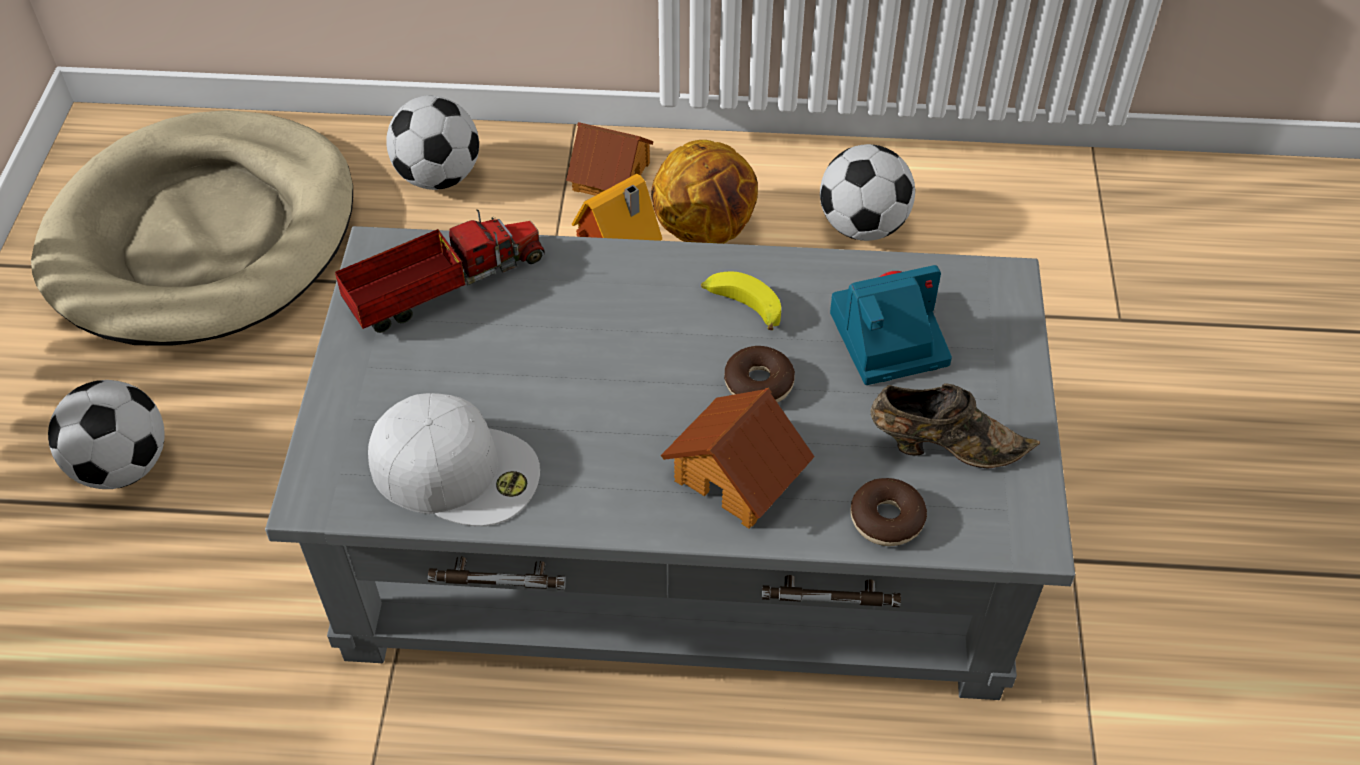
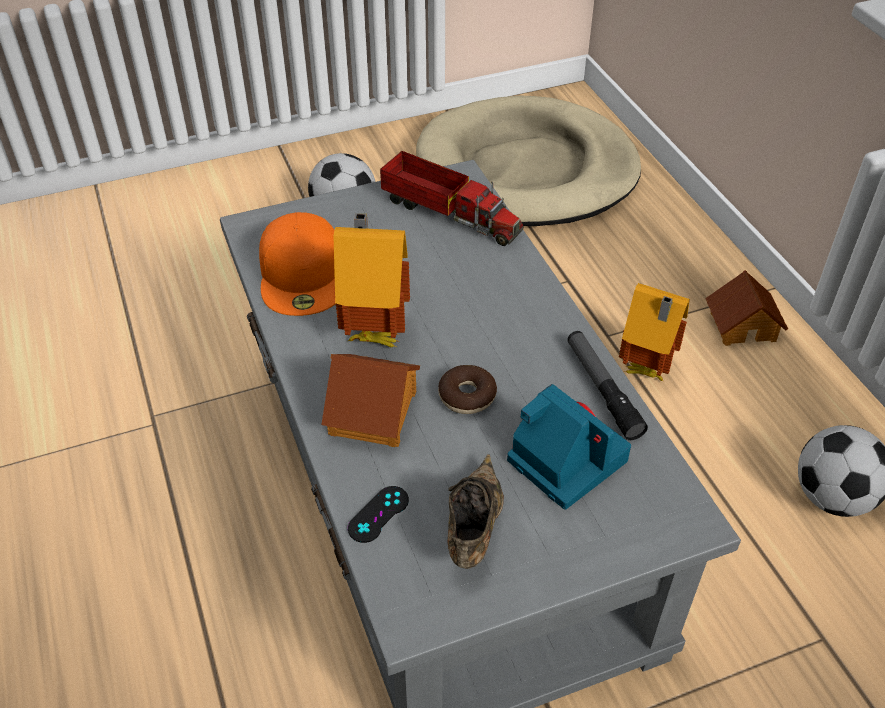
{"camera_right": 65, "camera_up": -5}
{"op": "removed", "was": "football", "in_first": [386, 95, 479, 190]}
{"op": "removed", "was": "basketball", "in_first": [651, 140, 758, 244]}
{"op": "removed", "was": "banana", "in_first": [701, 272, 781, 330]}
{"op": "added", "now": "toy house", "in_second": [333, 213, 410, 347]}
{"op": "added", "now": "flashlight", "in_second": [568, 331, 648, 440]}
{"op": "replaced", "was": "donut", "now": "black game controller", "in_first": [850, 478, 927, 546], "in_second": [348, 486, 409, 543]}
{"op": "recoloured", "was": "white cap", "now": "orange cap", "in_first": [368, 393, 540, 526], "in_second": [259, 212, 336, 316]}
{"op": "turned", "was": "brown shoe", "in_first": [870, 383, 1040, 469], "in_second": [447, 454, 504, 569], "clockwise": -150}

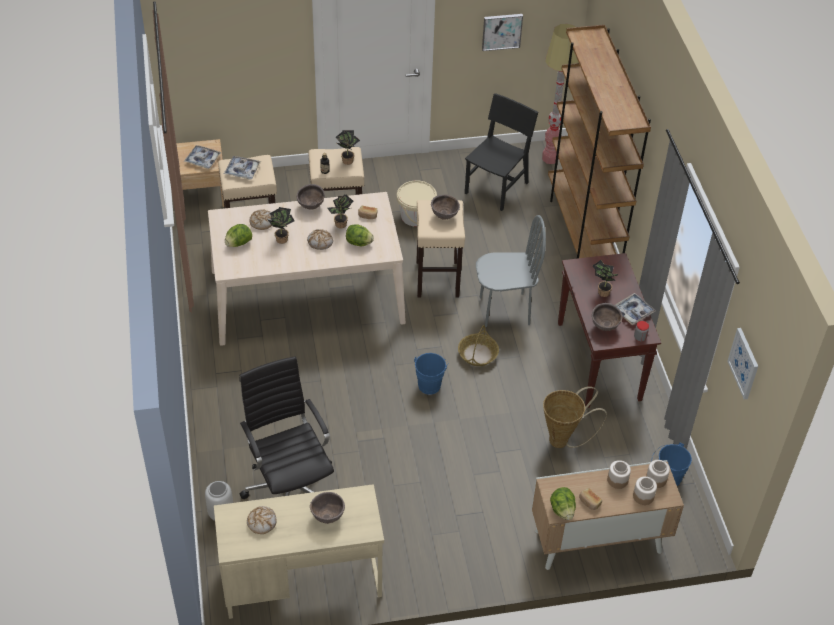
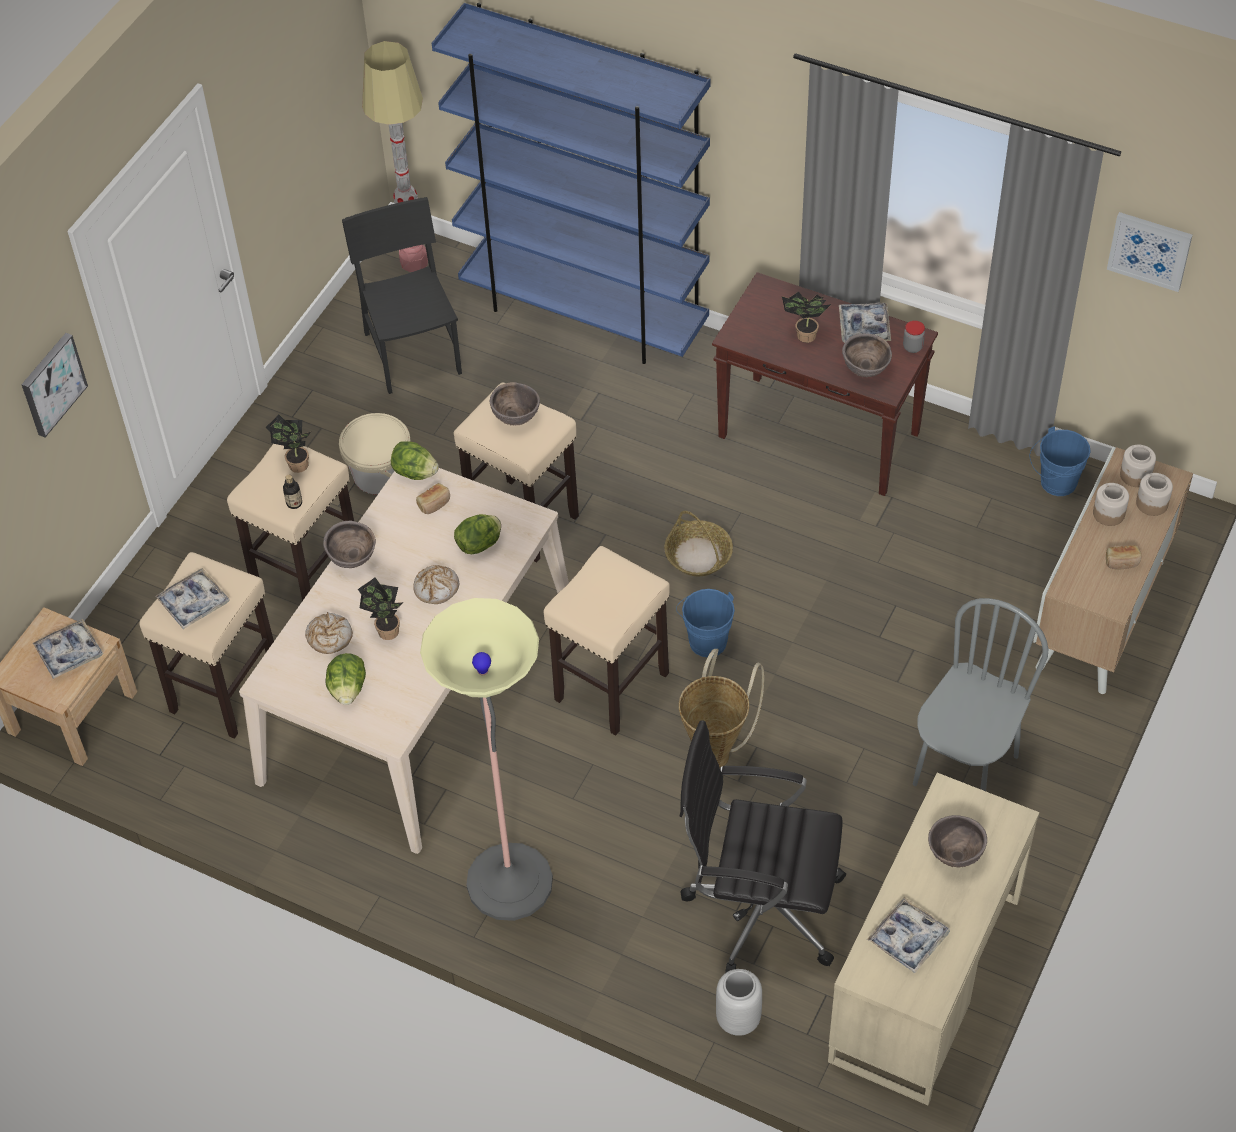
{"camera_right": -50, "camera_up": 5}
{"op": "removed", "was": "potted plant", "in_first": [327, 194, 353, 228]}
{"op": "added", "now": "floor lamp", "in_second": [420, 598, 553, 921]}
{"op": "added", "now": "beige stool", "in_second": [544, 546, 670, 736]}
{"op": "moved", "was": "grey chair", "in_first": [476, 215, 546, 327], "in_second": [913, 598, 1048, 791]}
{"op": "moved", "was": "picture", "in_first": [482, 14, 523, 51], "in_second": [21, 333, 88, 437]}
{"op": "moved", "was": "basket", "in_first": [543, 386, 607, 448], "in_second": [679, 649, 764, 767]}
{"op": "moved", "was": "lettuce", "in_first": [550, 487, 576, 520], "in_second": [391, 441, 439, 480]}
{"op": "replaced", "was": "bread", "now": "tray", "in_first": [247, 506, 276, 534], "in_second": [867, 897, 950, 973]}
{"op": "recoloured", "was": "brown bookcase", "now": "blue bookcase", "in_first": [548, 25, 651, 258], "in_second": [432, 3, 710, 364]}

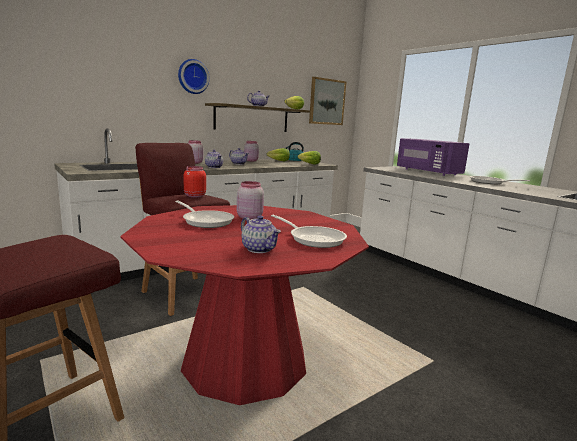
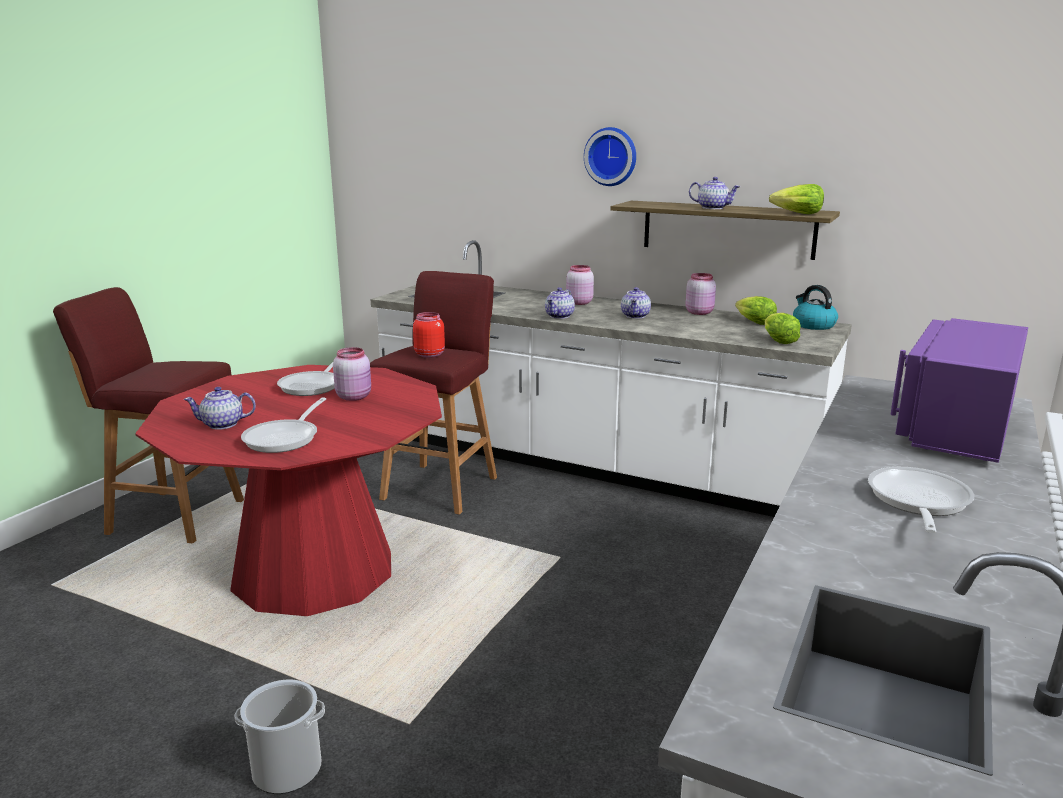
{"camera_right": 65, "camera_up": 5}
{"op": "removed", "was": "picture", "in_first": [309, 77, 346, 125]}
{"op": "added", "now": "bucket", "in_second": [235, 680, 325, 794]}
{"op": "turned", "was": "teapot", "in_first": [241, 215, 281, 253], "in_second": [184, 387, 256, 430], "clockwise": 60}

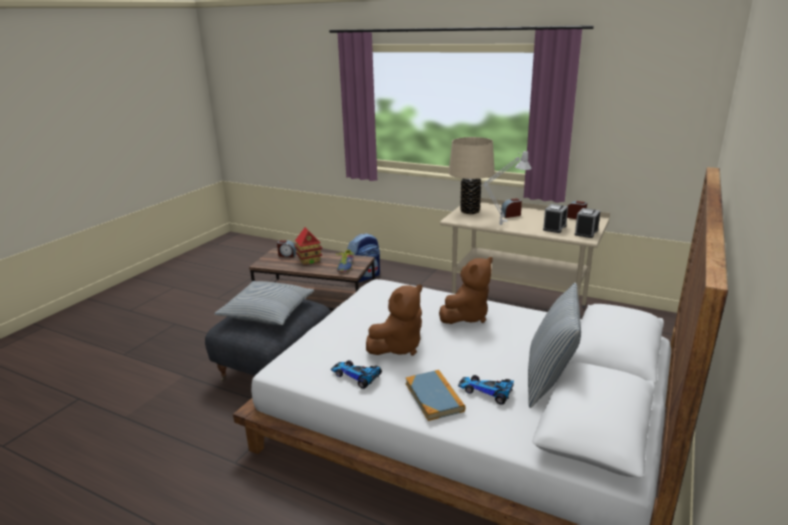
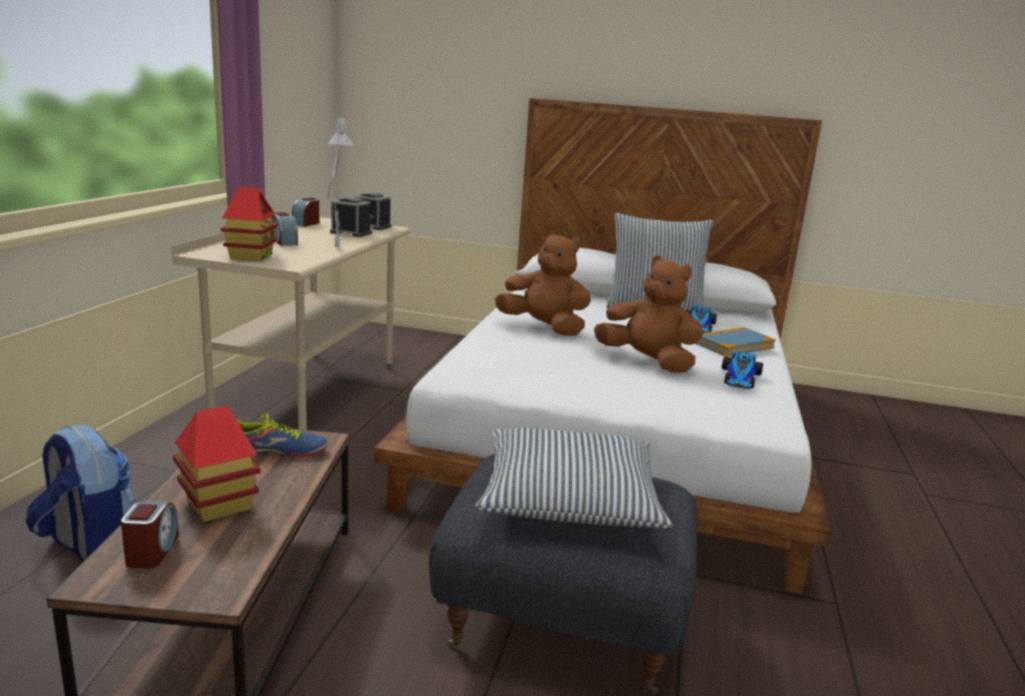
{"camera_right": -105, "camera_up": -5}
{"op": "replaced", "was": "beige table lamp", "now": "toy house", "in_first": [449, 137, 495, 214], "in_second": [221, 186, 278, 261]}

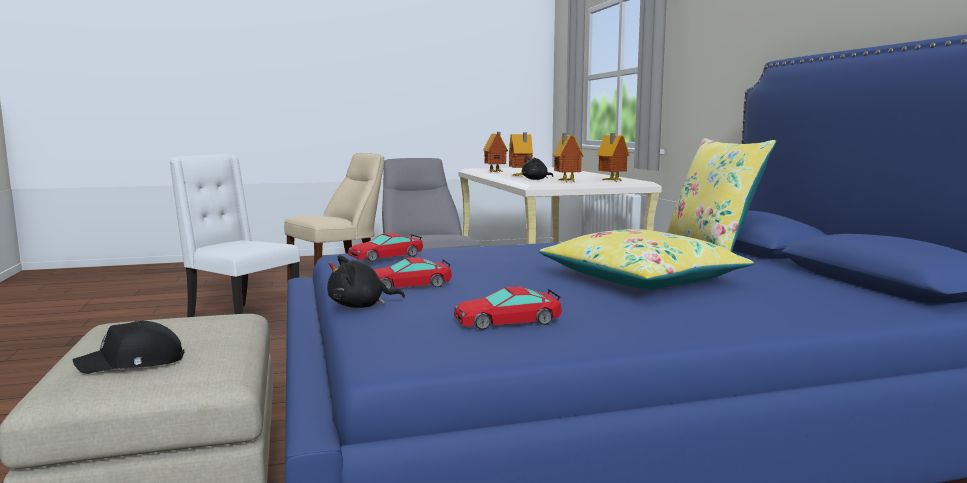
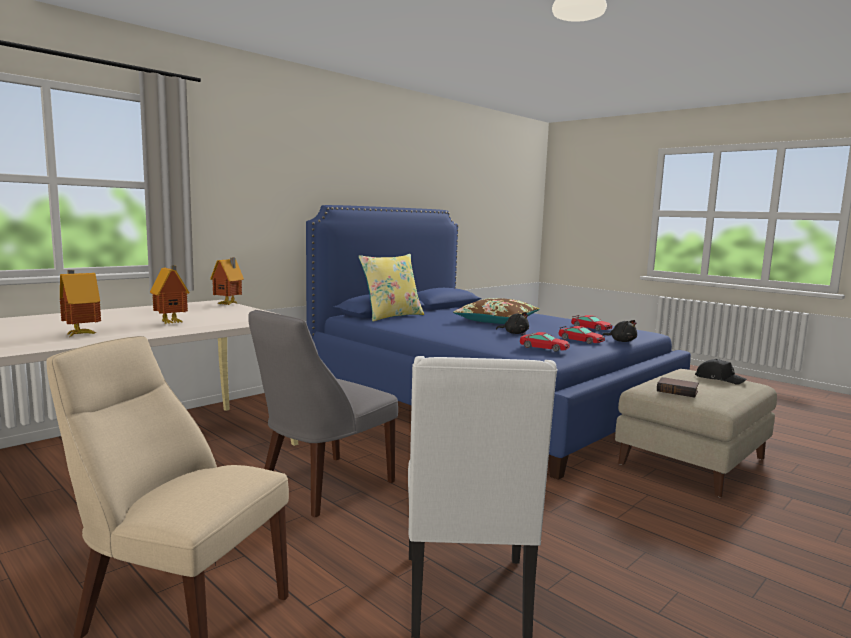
{"camera_right": -120, "camera_up": 0}
{"op": "removed", "was": "toy house", "in_first": [553, 133, 584, 182]}
{"op": "added", "now": "book", "in_second": [657, 377, 699, 398]}
{"op": "moved", "was": "black plush toy", "in_first": [522, 156, 553, 180], "in_second": [496, 312, 529, 334]}
{"op": "recoloured", "was": "yellow pillow", "now": "brown pillow", "in_first": [539, 229, 754, 290], "in_second": [453, 298, 539, 324]}

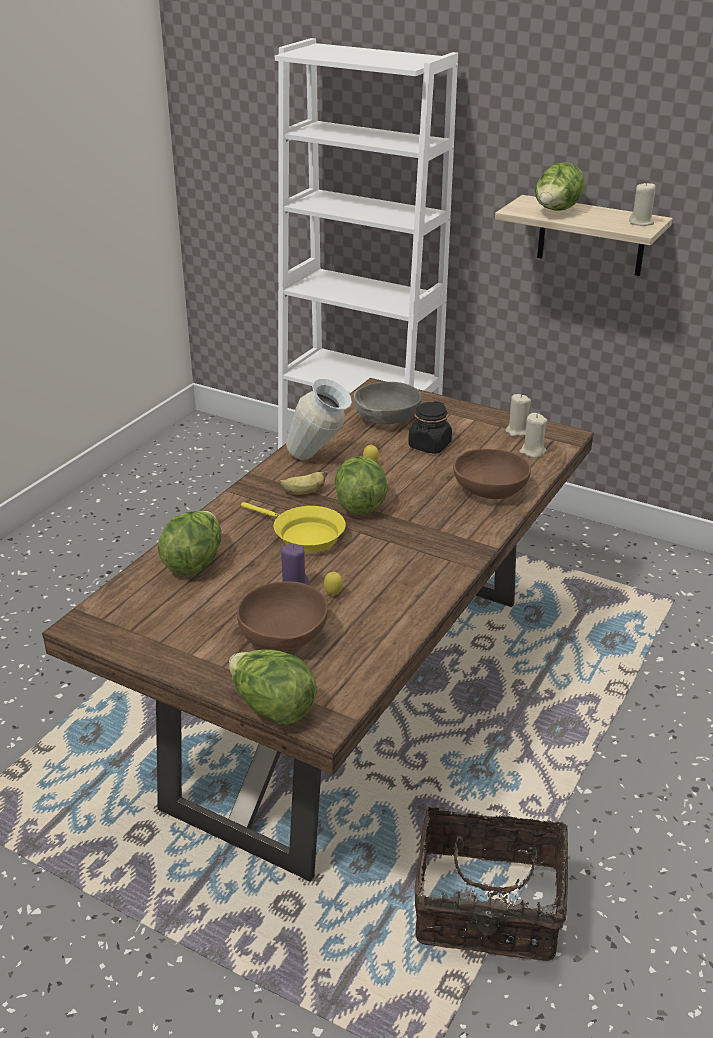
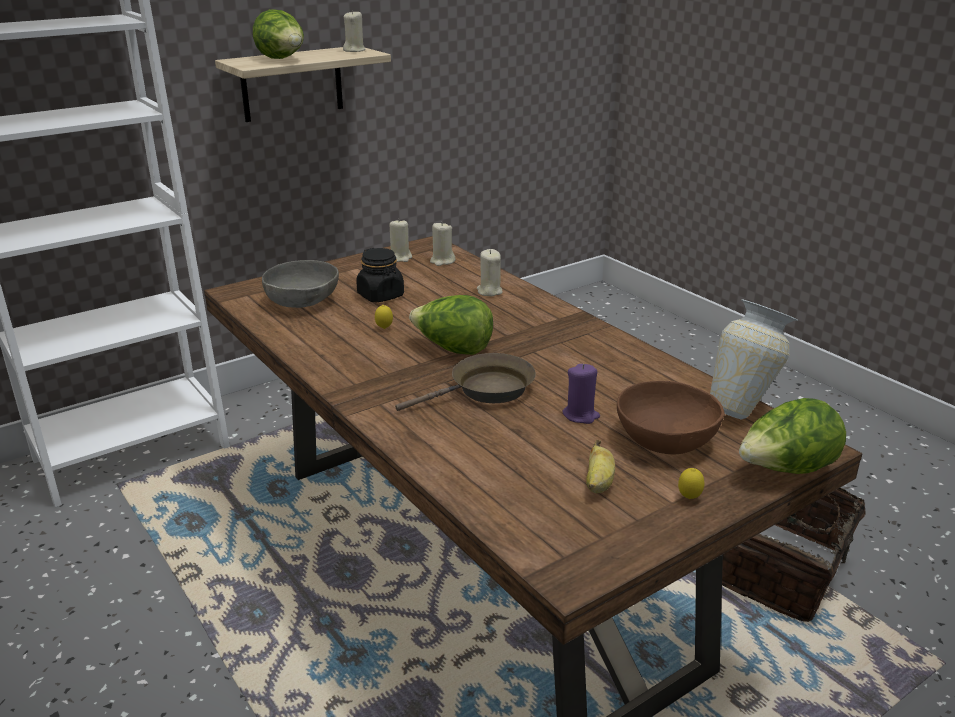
{"camera_right": -65, "camera_up": -5}
{"op": "removed", "was": "lettuce", "in_first": [157, 511, 222, 575]}
{"op": "moved", "was": "banana", "in_first": [280, 471, 327, 495], "in_second": [586, 440, 615, 493]}
{"op": "moved", "was": "vase", "in_first": [286, 379, 352, 460], "in_second": [710, 299, 798, 420]}
{"op": "moved", "was": "lemon", "in_first": [324, 572, 343, 595], "in_second": [678, 468, 704, 499]}
{"op": "replaced", "was": "brown bowl", "now": "beige candle", "in_first": [453, 449, 531, 499], "in_second": [477, 249, 503, 296]}
{"op": "recoloured", "was": "yellow frying pan", "now": "brown frying pan", "in_first": [241, 502, 346, 553], "in_second": [395, 353, 536, 411]}

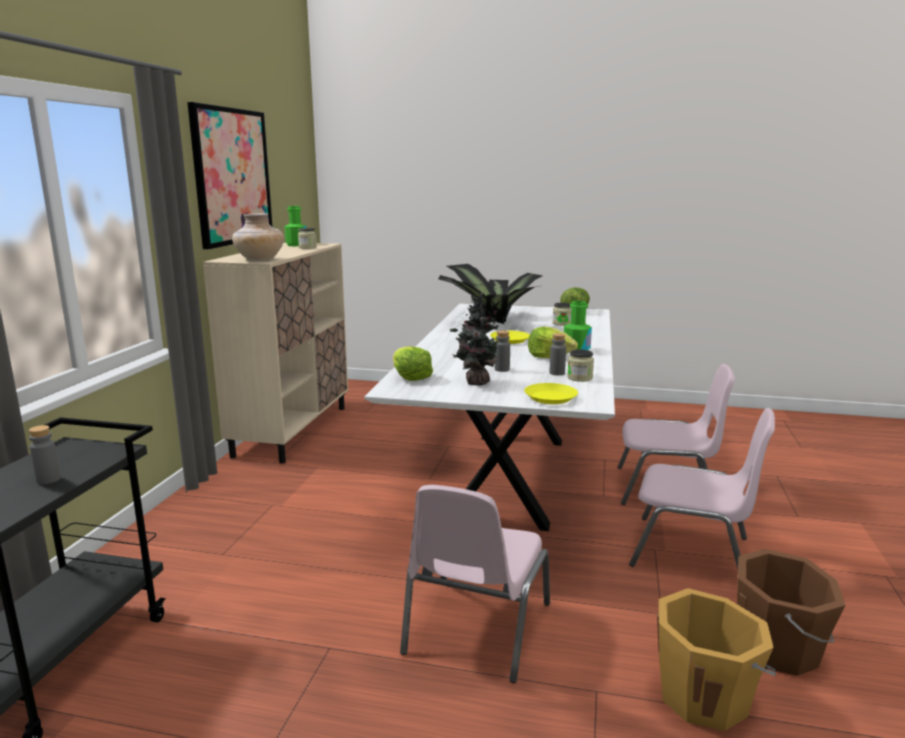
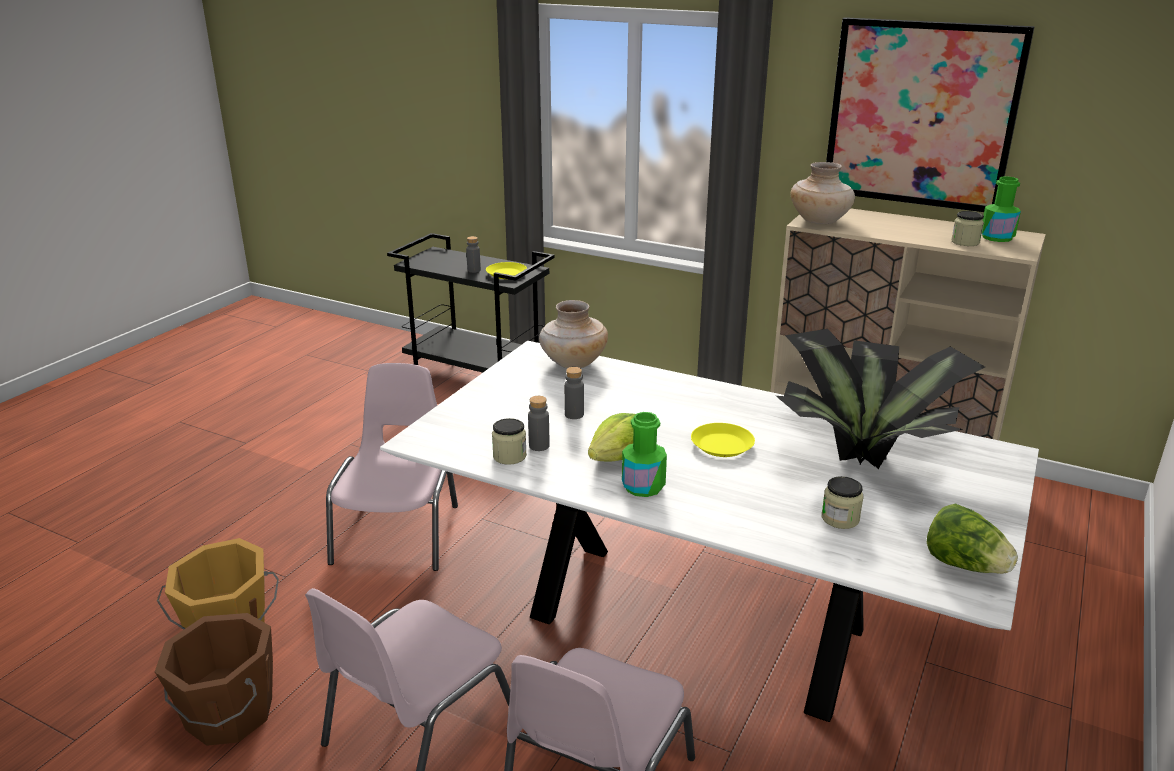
{"camera_right": 105, "camera_up": 10}
{"op": "removed", "was": "potted plant", "in_first": [450, 292, 506, 385]}
{"op": "moved", "was": "yellow plate", "in_first": [524, 383, 578, 404], "in_second": [486, 262, 527, 279]}
{"op": "replaced", "was": "lettuce", "now": "beige vase", "in_first": [393, 346, 433, 381], "in_second": [539, 300, 608, 368]}
{"op": "turned", "was": "pink chair", "in_first": [400, 485, 550, 683], "in_second": [326, 363, 458, 571], "clockwise": 60}

